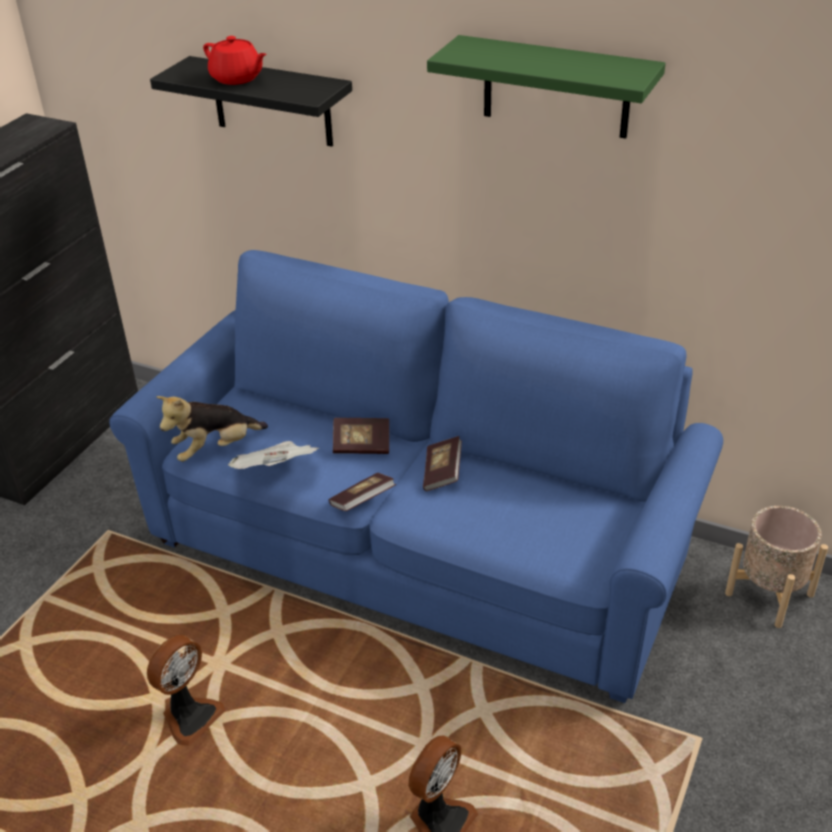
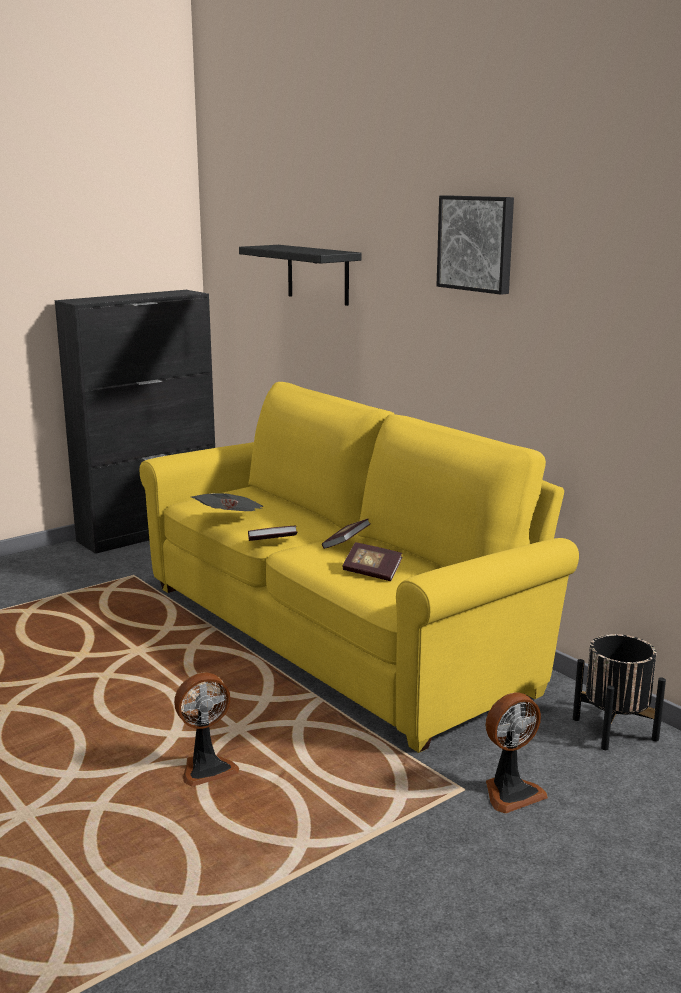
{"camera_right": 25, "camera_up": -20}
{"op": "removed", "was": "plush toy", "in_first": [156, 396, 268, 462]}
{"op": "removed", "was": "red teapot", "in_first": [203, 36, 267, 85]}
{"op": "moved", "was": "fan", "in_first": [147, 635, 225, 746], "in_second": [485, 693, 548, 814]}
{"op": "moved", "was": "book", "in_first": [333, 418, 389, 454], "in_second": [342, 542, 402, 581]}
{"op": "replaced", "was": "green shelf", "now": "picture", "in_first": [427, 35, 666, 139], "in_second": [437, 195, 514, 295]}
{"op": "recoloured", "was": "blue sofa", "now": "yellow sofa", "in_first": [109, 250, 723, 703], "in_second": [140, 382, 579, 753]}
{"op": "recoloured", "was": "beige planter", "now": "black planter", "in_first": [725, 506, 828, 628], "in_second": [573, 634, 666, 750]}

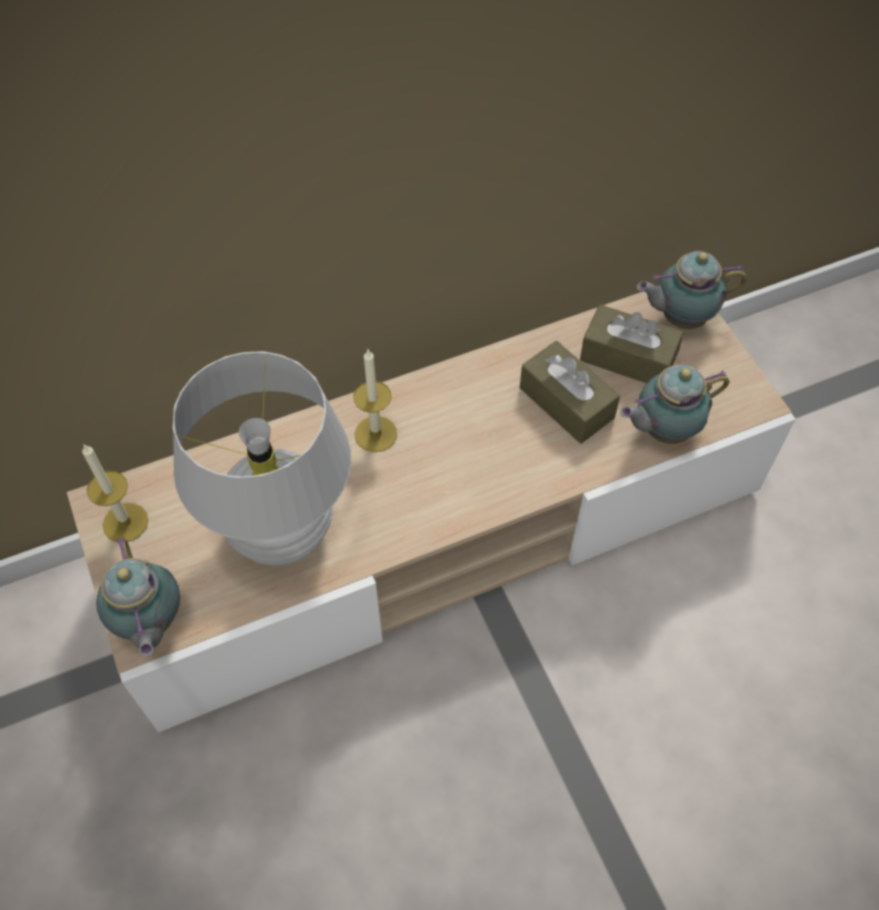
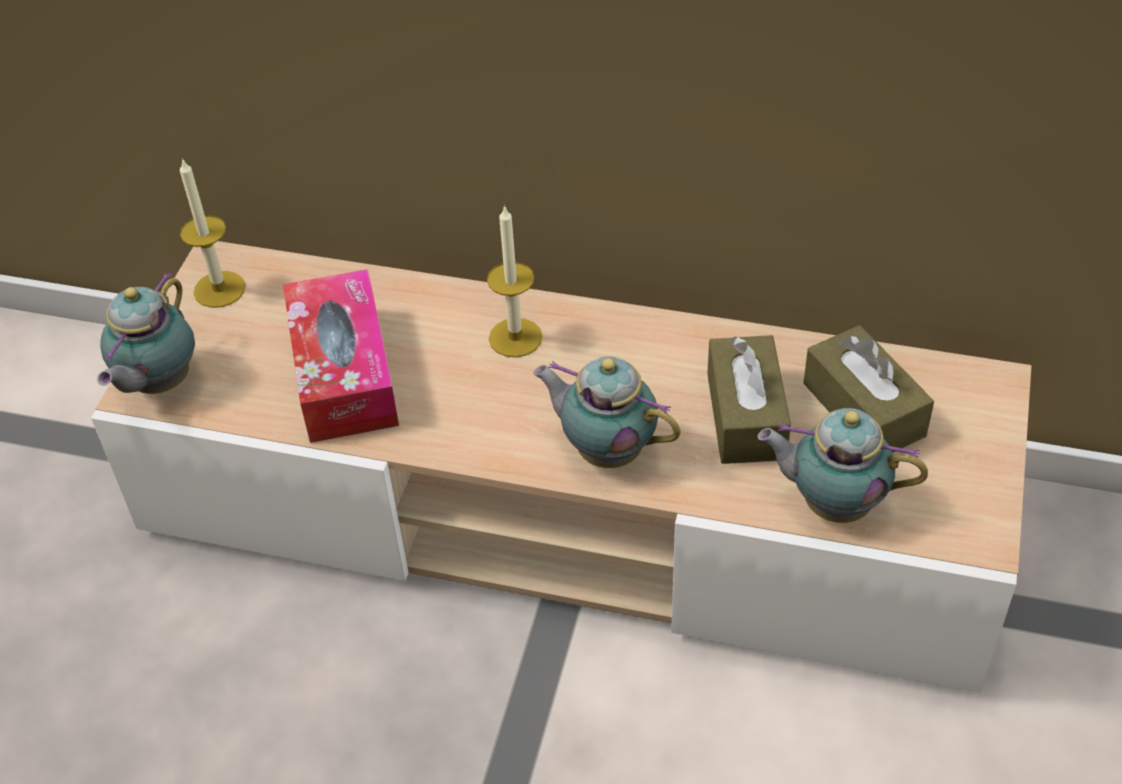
{"camera_right": 40, "camera_up": -10}
{"op": "moved", "was": "teapot", "in_first": [637, 251, 747, 329], "in_second": [533, 356, 681, 468]}
{"op": "replaced", "was": "white table lamp", "now": "tissue box", "in_first": [173, 351, 351, 565], "in_second": [283, 269, 399, 443]}

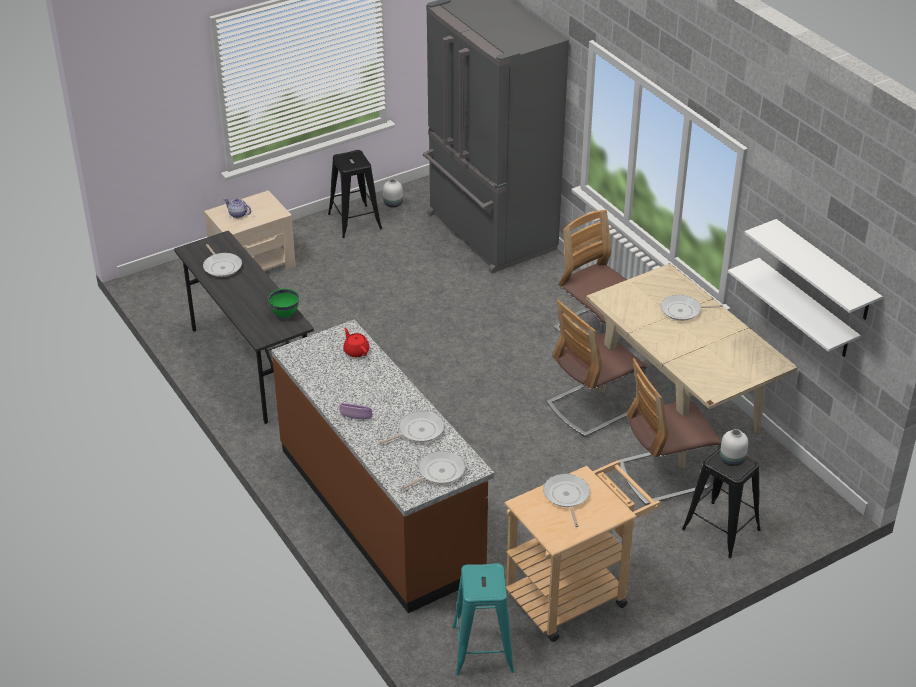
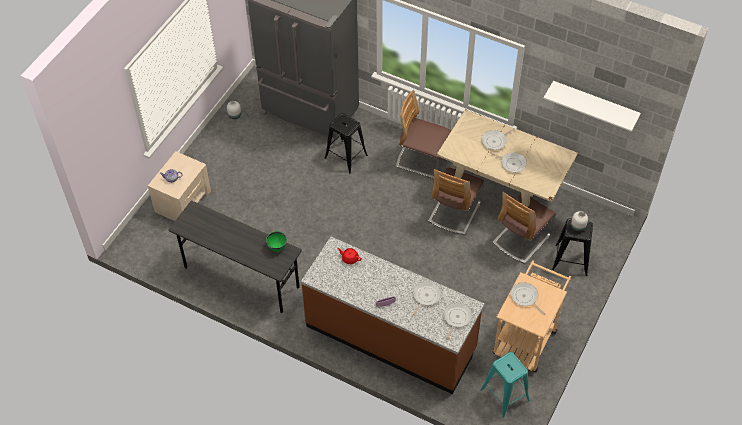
{"camera_right": -30, "camera_up": 15}
{"op": "removed", "was": "white shelf", "in_first": [728, 258, 861, 357]}
{"op": "moved", "was": "frying pan", "in_first": [203, 244, 242, 277], "in_second": [490, 152, 527, 172]}
{"op": "moved", "was": "black stool", "in_first": [328, 150, 382, 238], "in_second": [325, 113, 368, 174]}

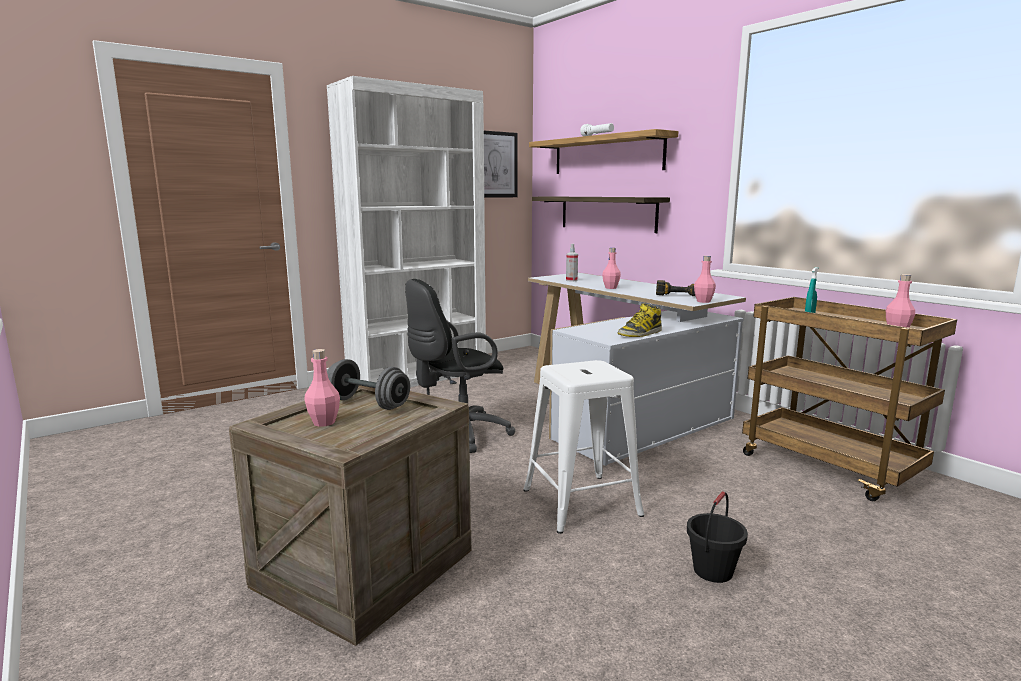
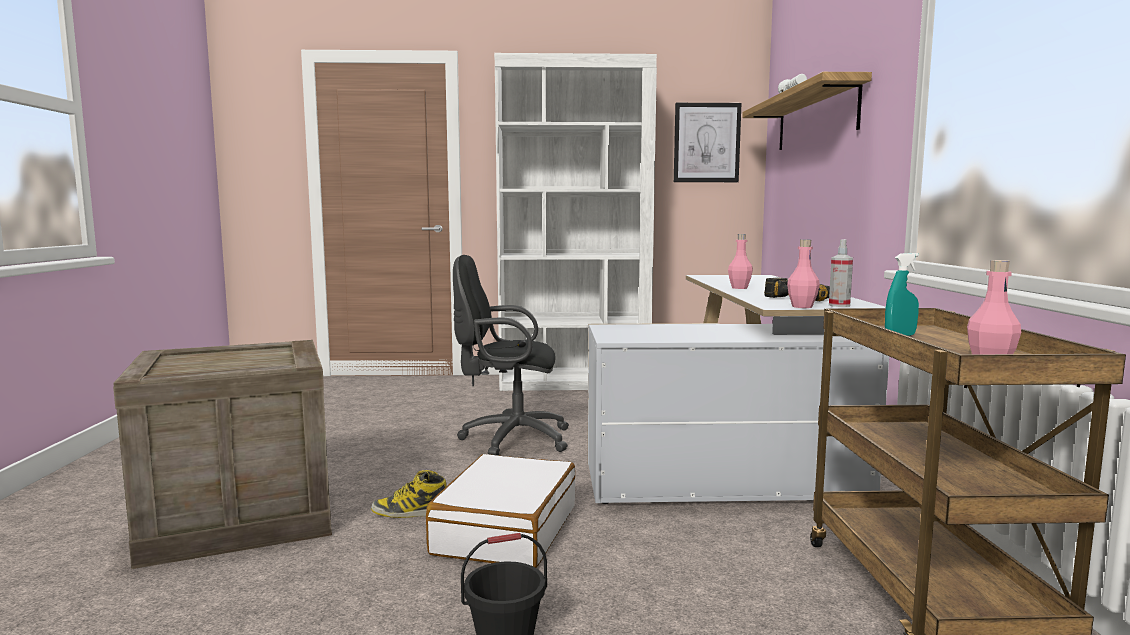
{"camera_right": 35, "camera_up": -5}
{"op": "removed", "was": "pink bottle", "in_first": [304, 349, 340, 427]}
{"op": "removed", "was": "grey dumbbell", "in_first": [327, 359, 410, 410]}
{"op": "removed", "was": "shelf", "in_first": [532, 197, 670, 233]}
{"op": "moved", "was": "spray bottle", "in_first": [566, 244, 578, 281], "in_second": [829, 239, 853, 307]}
{"op": "moved", "was": "boot", "in_first": [618, 303, 662, 337], "in_second": [371, 470, 447, 518]}
{"op": "replaced", "was": "white stool", "now": "white suitcase", "in_first": [523, 360, 644, 534], "in_second": [426, 454, 575, 568]}

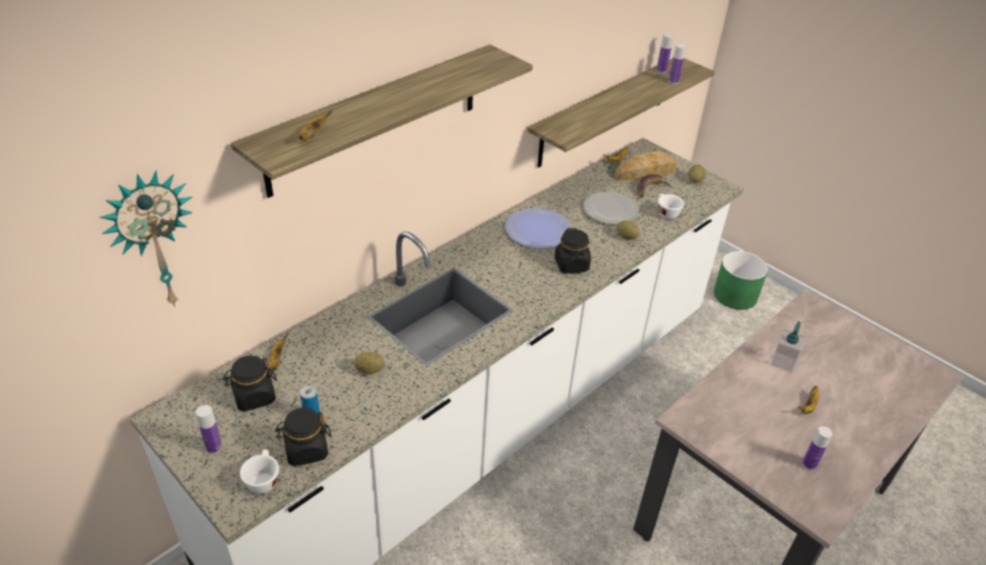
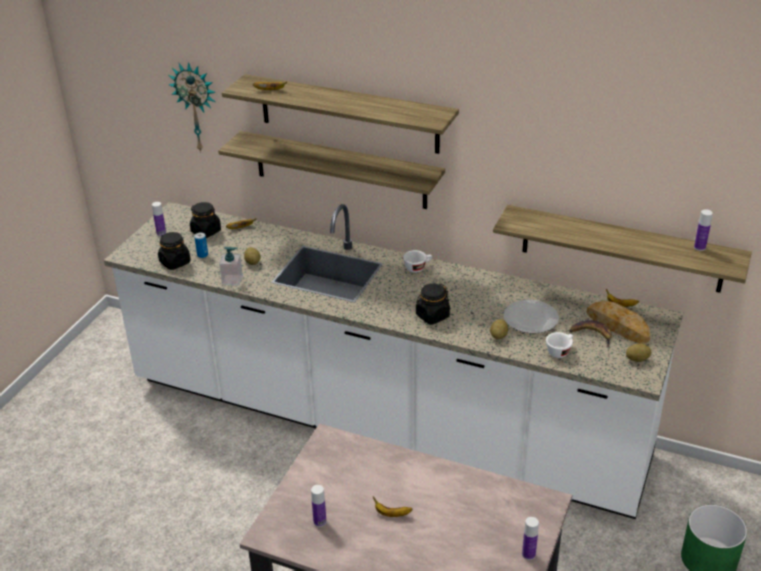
{"camera_right": 70, "camera_up": -5}
{"op": "removed", "was": "plate", "in_first": [505, 208, 571, 249]}
{"op": "added", "now": "shelf", "in_second": [218, 131, 445, 209]}
{"op": "moved", "was": "white cup", "in_first": [240, 449, 279, 494], "in_second": [403, 250, 432, 273]}
{"op": "moved", "was": "bottle", "in_first": [668, 44, 686, 84], "in_second": [522, 517, 539, 560]}
{"op": "moved", "was": "soap dispenser", "in_first": [770, 321, 806, 373], "in_second": [219, 247, 243, 286]}

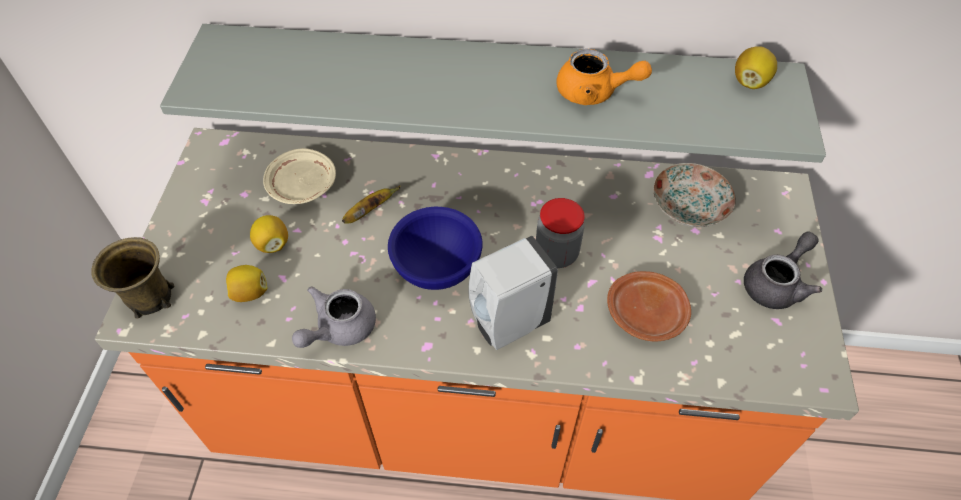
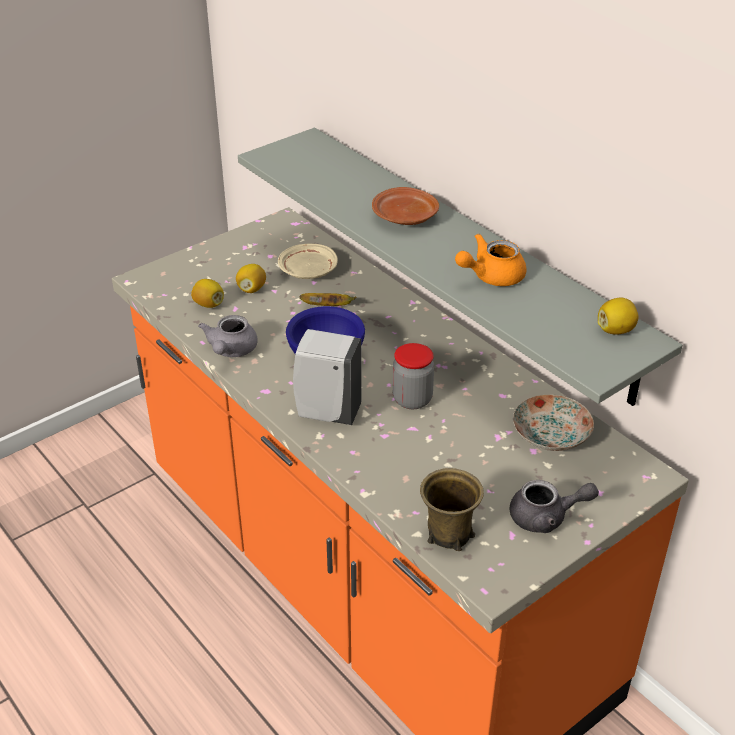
{"camera_right": 45, "camera_up": -15}
{"op": "moved", "was": "brown mug", "in_first": [91, 237, 174, 318], "in_second": [420, 468, 484, 551]}
{"op": "moved", "was": "brown plate", "in_first": [607, 271, 691, 342], "in_second": [372, 187, 439, 225]}
{"op": "turned", "was": "grey teapot", "in_first": [292, 286, 376, 348], "in_second": [198, 315, 258, 357], "clockwise": -75}
{"op": "turned", "was": "orange teapot", "in_first": [556, 49, 652, 105], "in_second": [455, 234, 526, 286], "clockwise": 90}

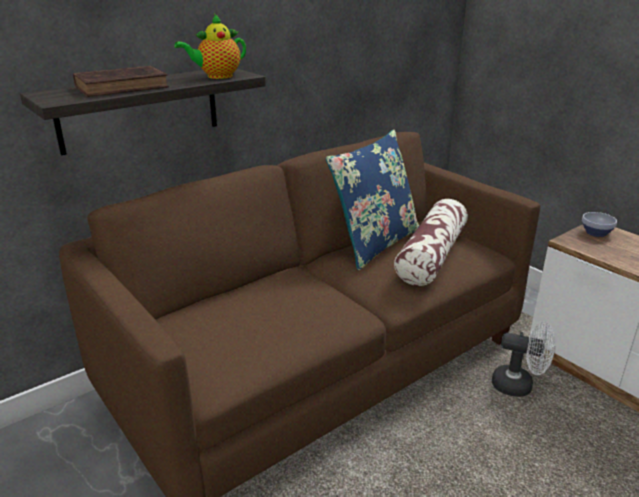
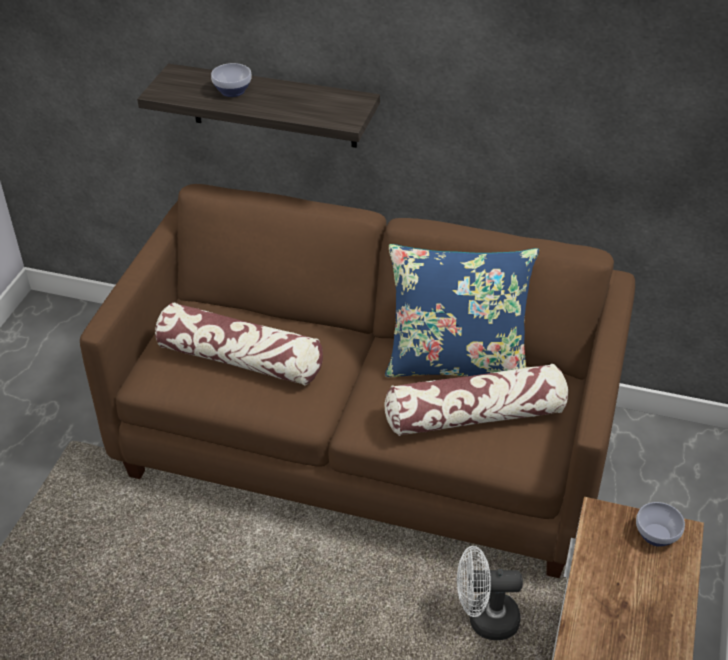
{"camera_right": 55, "camera_up": 15}
{"op": "removed", "was": "teapot", "in_first": [174, 14, 246, 79]}
{"op": "added", "now": "pillow", "in_second": [155, 303, 323, 385]}
{"op": "replaced", "was": "brown book", "now": "bowl", "in_first": [73, 66, 169, 97], "in_second": [211, 63, 251, 97]}
{"op": "turned", "was": "white fan", "in_first": [492, 321, 555, 397], "in_second": [457, 546, 523, 640], "clockwise": 105}

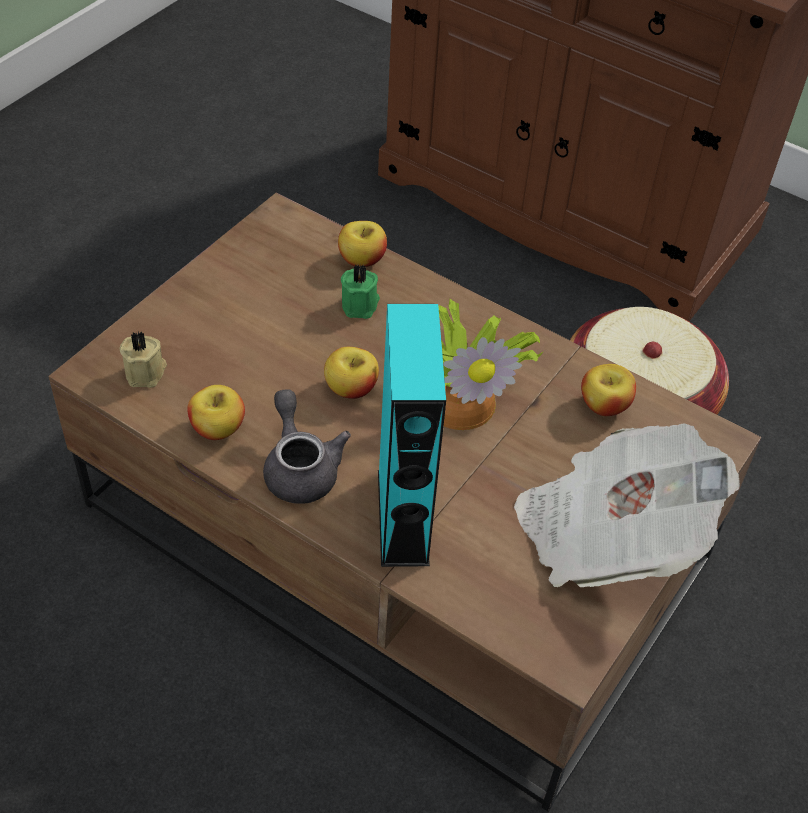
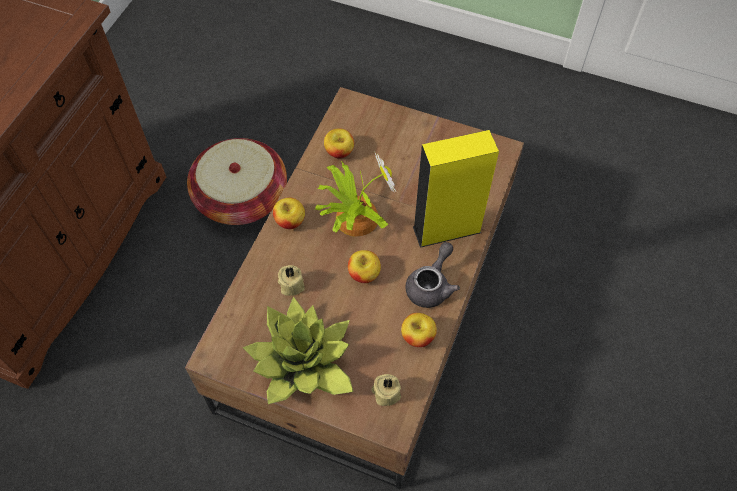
{"camera_right": -100, "camera_up": 10}
{"op": "removed", "was": "newspaper", "in_first": [514, 424, 740, 587]}
{"op": "added", "now": "potted plant", "in_second": [243, 296, 353, 404]}
{"op": "moved", "was": "apple", "in_first": [338, 221, 387, 267], "in_second": [273, 198, 305, 229]}
{"op": "recoloured", "was": "green candle", "now": "beige candle", "in_first": [341, 264, 380, 319], "in_second": [278, 265, 305, 296]}
{"op": "recoloured", "was": "turquoise speaker", "now": "yellow speaker", "in_first": [378, 304, 446, 567], "in_second": [413, 130, 499, 248]}
{"op": "turned", "was": "grey teapot", "in_first": [263, 389, 351, 504], "in_second": [405, 242, 460, 308], "clockwise": 150}

